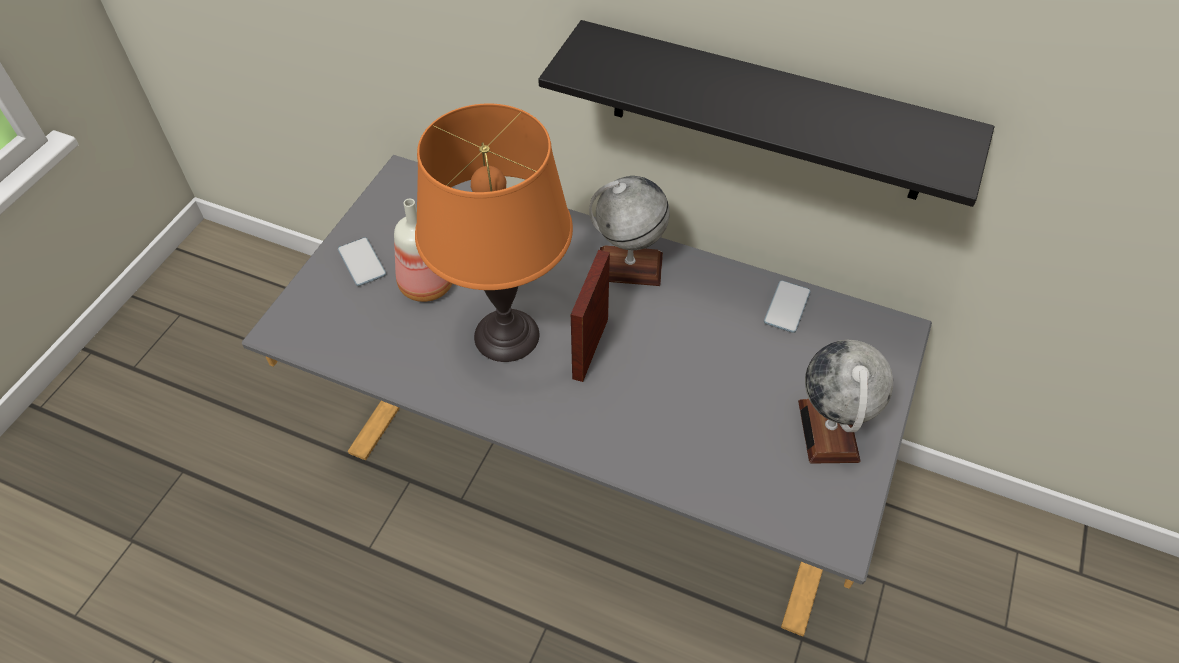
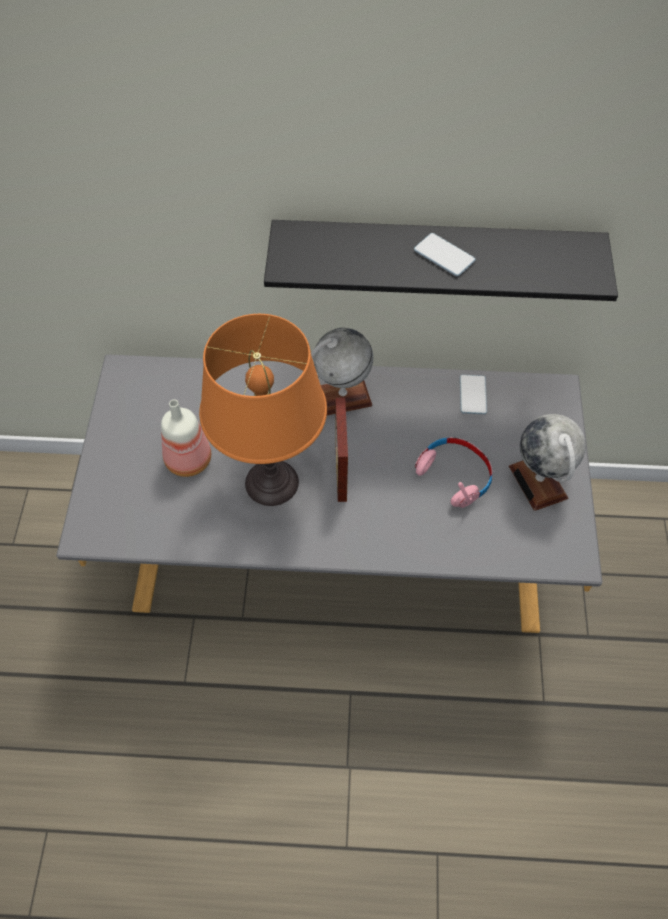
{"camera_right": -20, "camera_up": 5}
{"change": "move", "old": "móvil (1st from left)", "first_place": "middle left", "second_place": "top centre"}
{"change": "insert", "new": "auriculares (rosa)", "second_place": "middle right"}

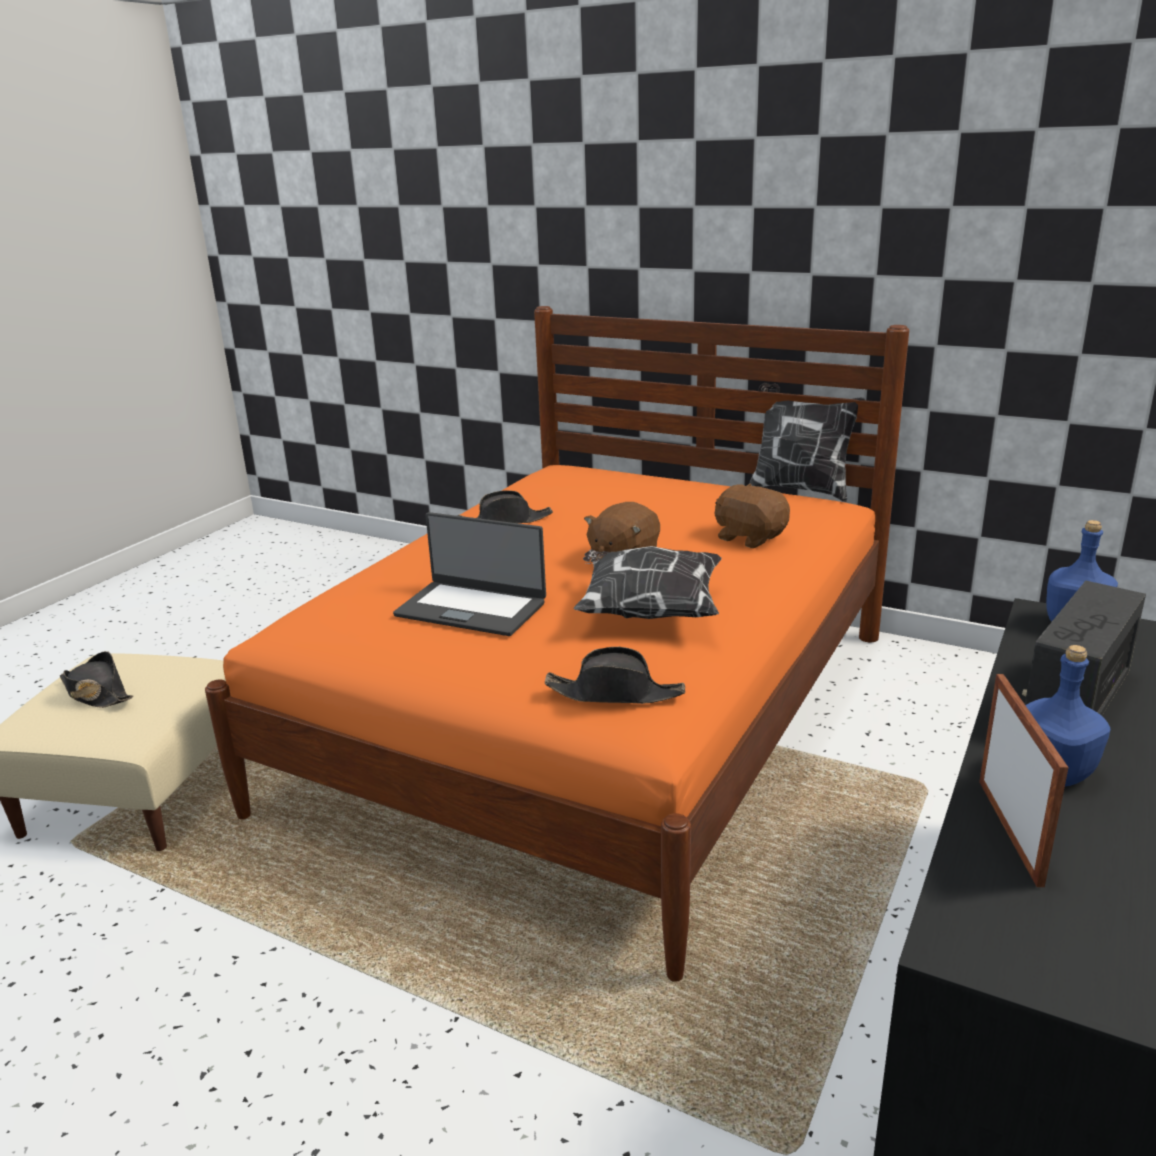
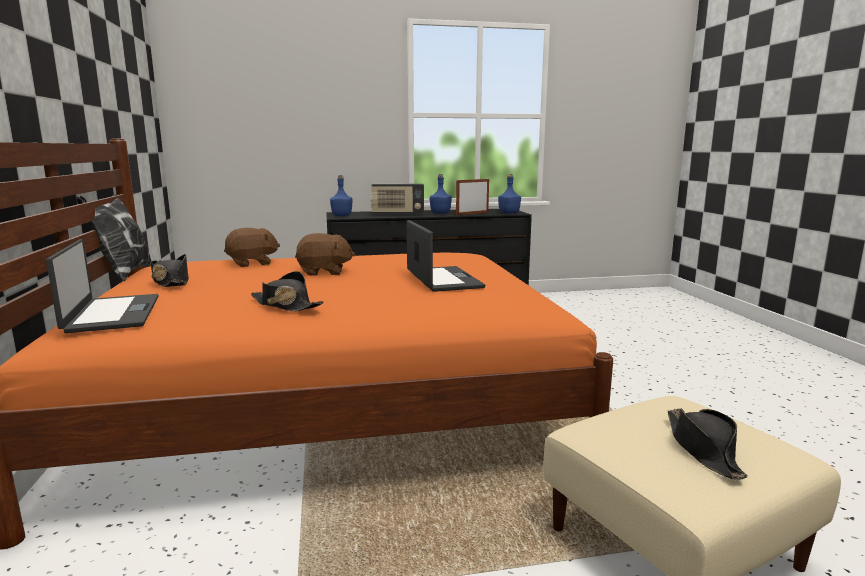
{"camera_right": -130, "camera_up": -10}
{"change": "move", "old": "sombrero (negro) (3rd from left in the first image)", "new": "sombrero (negro) (1st from left)", "first_place": "centre", "second_place": "middle left"}
{"change": "delete", "old": "cojín (1st from left)", "first_place": "centre"}
{"change": "rotate", "old": "peluche (marrón) (2nd from left in the first image)", "first_place": "centre", "second_place": "middle left", "degrees": -120}
{"change": "insert", "new": "portátil (1st from left)", "second_place": "middle left"}
{"change": "insert", "new": "botella (azul) (3rd from left)", "second_place": "centre"}

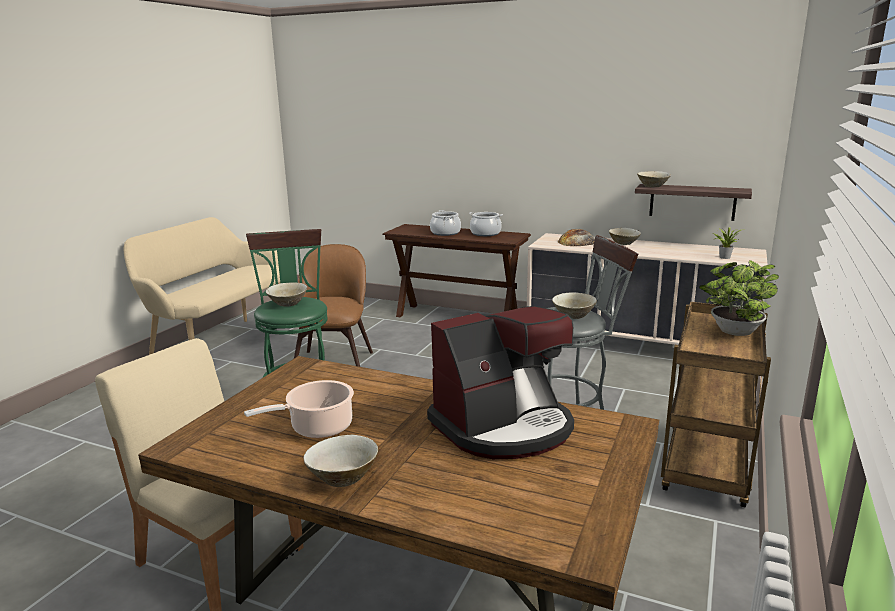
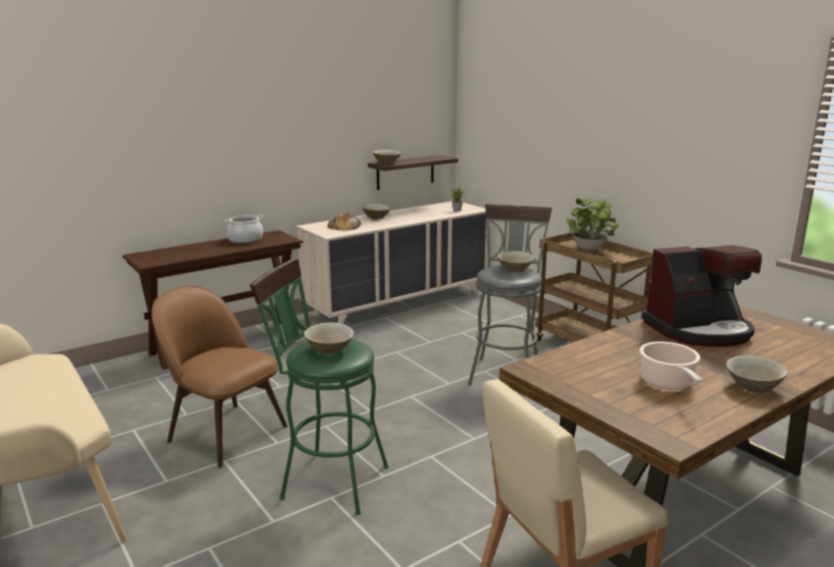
{"camera_right": -60, "camera_up": 0}
{"change": "rotate", "old": "cafetera", "first_place": "centre", "second_place": "middle right", "degrees": 75}
{"change": "delete", "old": "olla (2nd from left)", "first_place": "centre"}

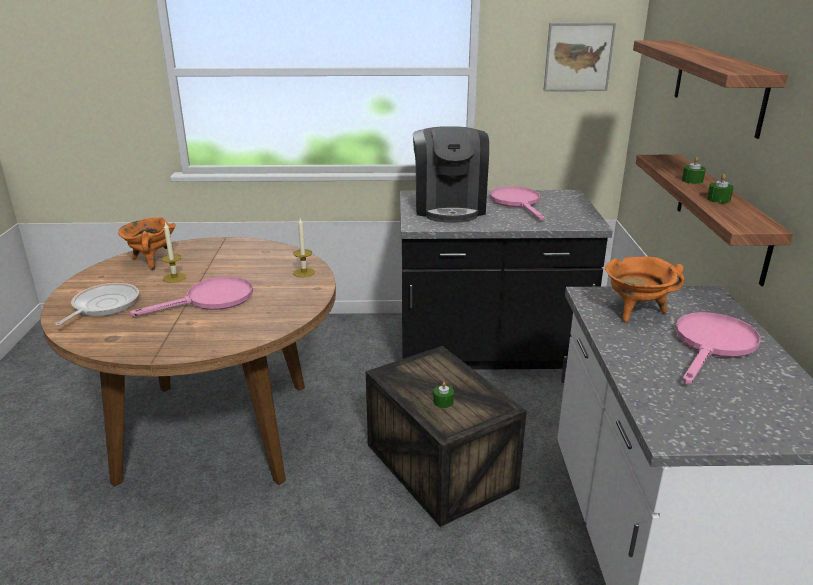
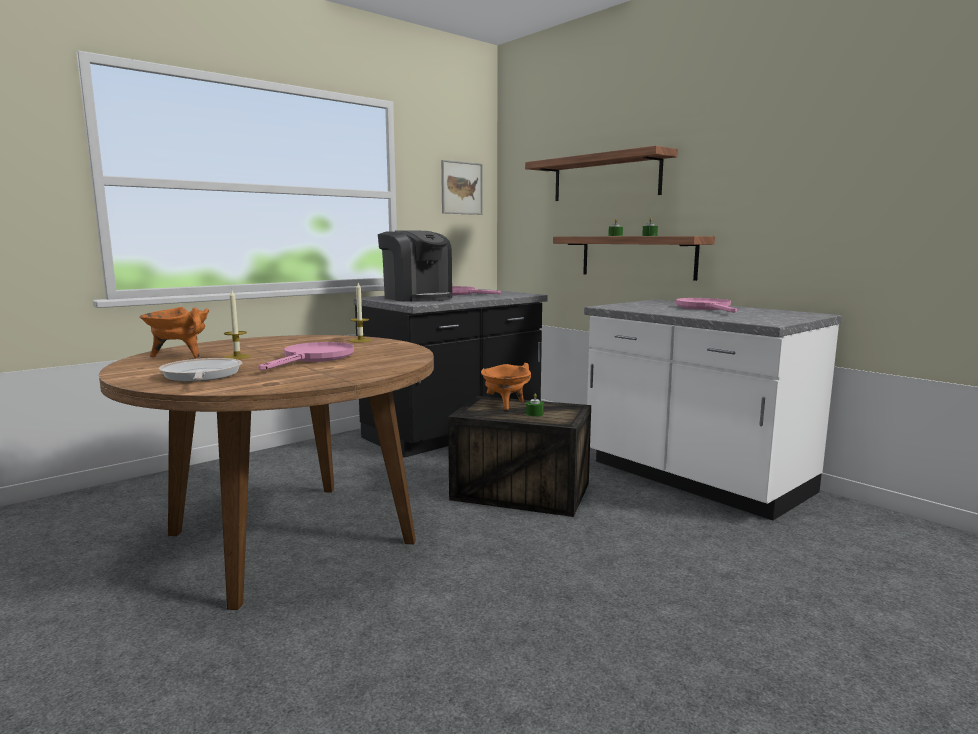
{"camera_right": -40, "camera_up": -15}
{"change": "move", "old": "olla (naranja) (2nd from left)", "first_place": "middle right", "second_place": "centre"}

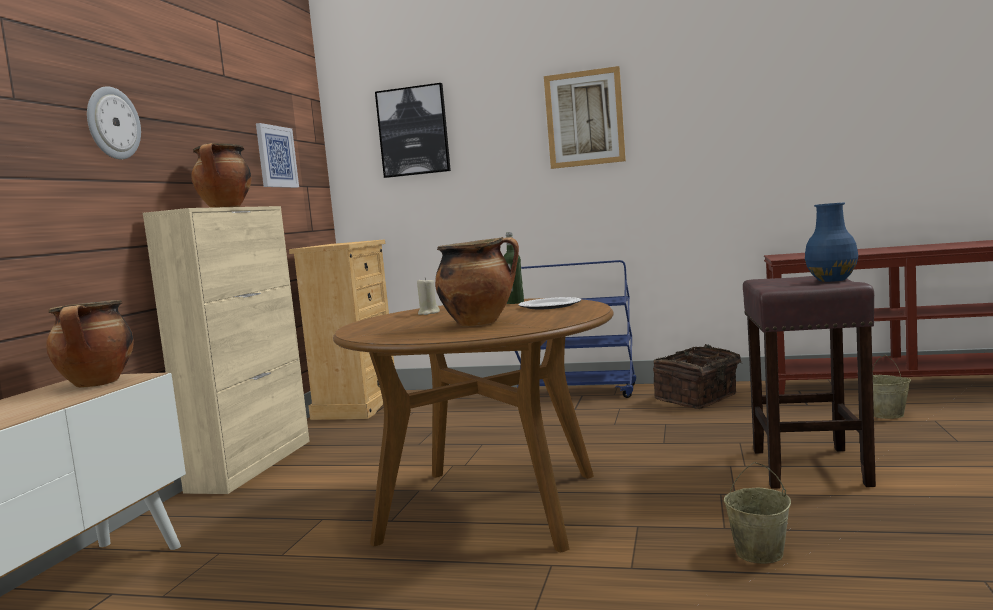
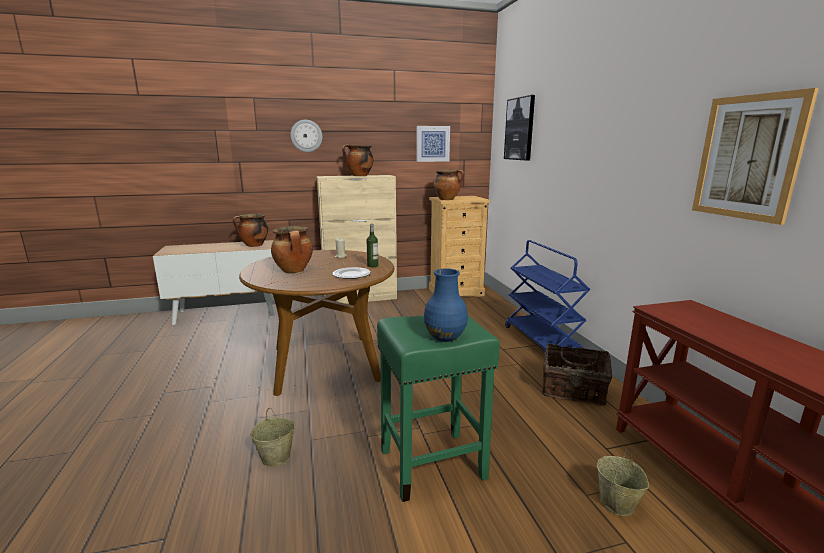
{"camera_right": 60, "camera_up": 10}
{"change": "move", "old": "cuadro (3rd from left)", "first_place": "top centre", "second_place": "top right"}
{"change": "recolor", "old": "taburete (marrón)", "new": "taburete (verde)", "first_place": "middle right", "second_place": "bottom centre"}
{"change": "insert", "new": "olla (4th from left)", "second_place": "centre"}

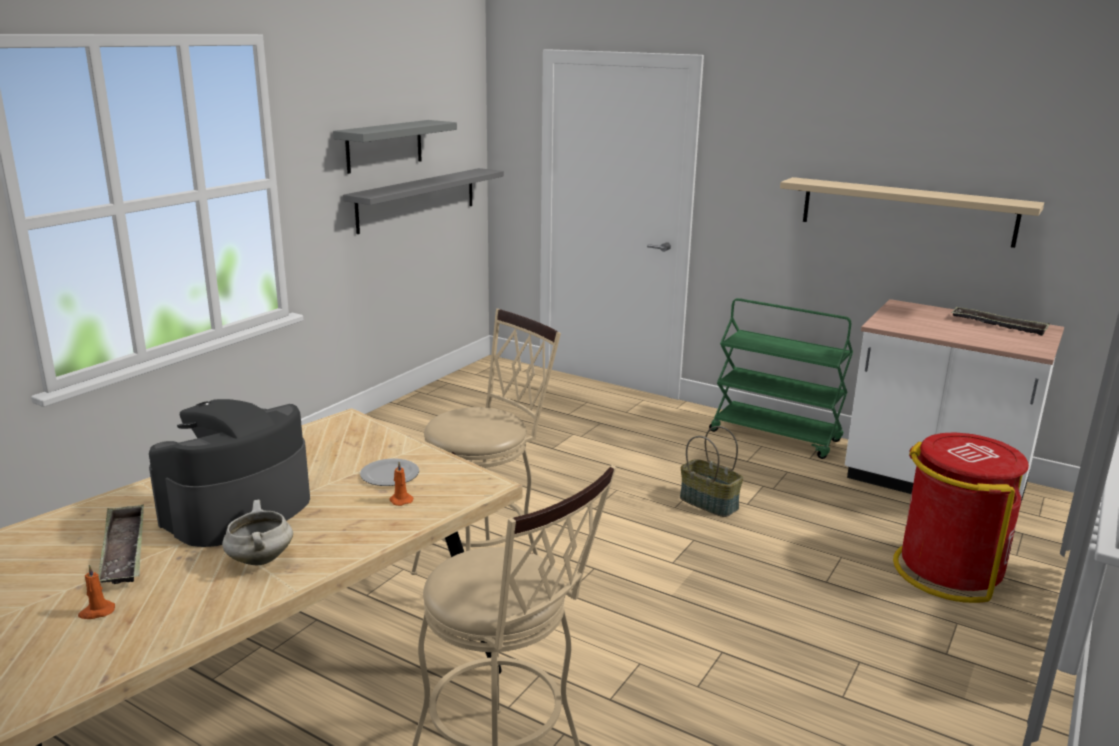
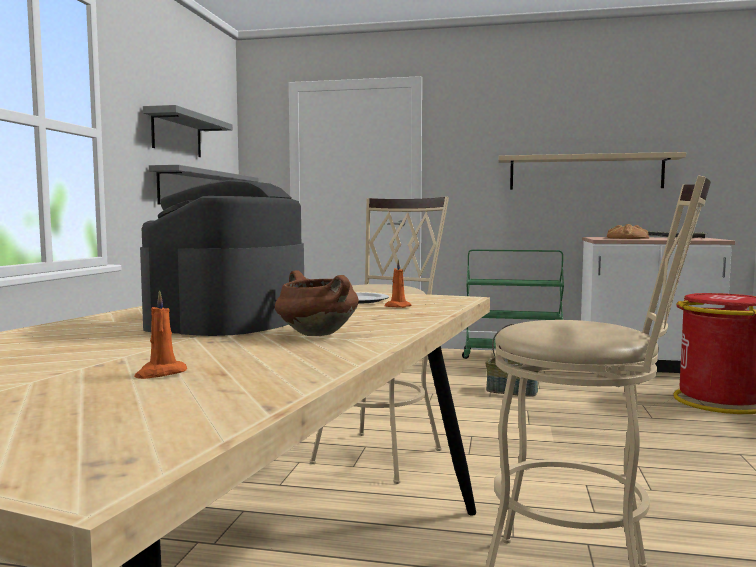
{"camera_right": -20, "camera_up": -15}
{"change": "delete", "old": "bandeja (1st from left)", "first_place": "bottom left"}
{"change": "recolor", "old": "olla (blanco)", "new": "olla (marrón)", "first_place": "bottom left", "second_place": "centre"}
{"change": "insert", "new": "pan", "second_place": "middle right"}

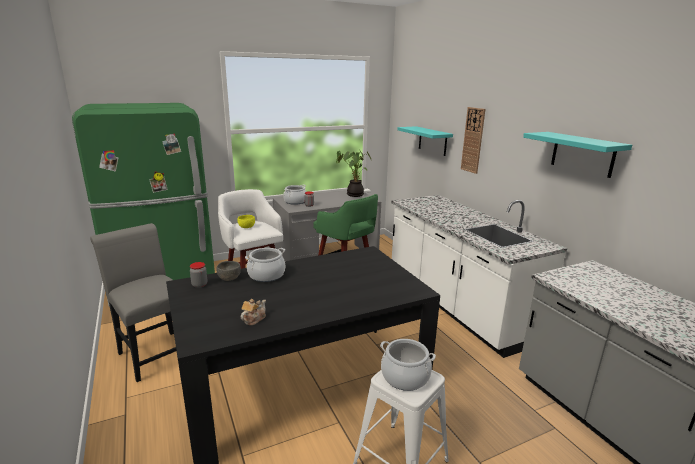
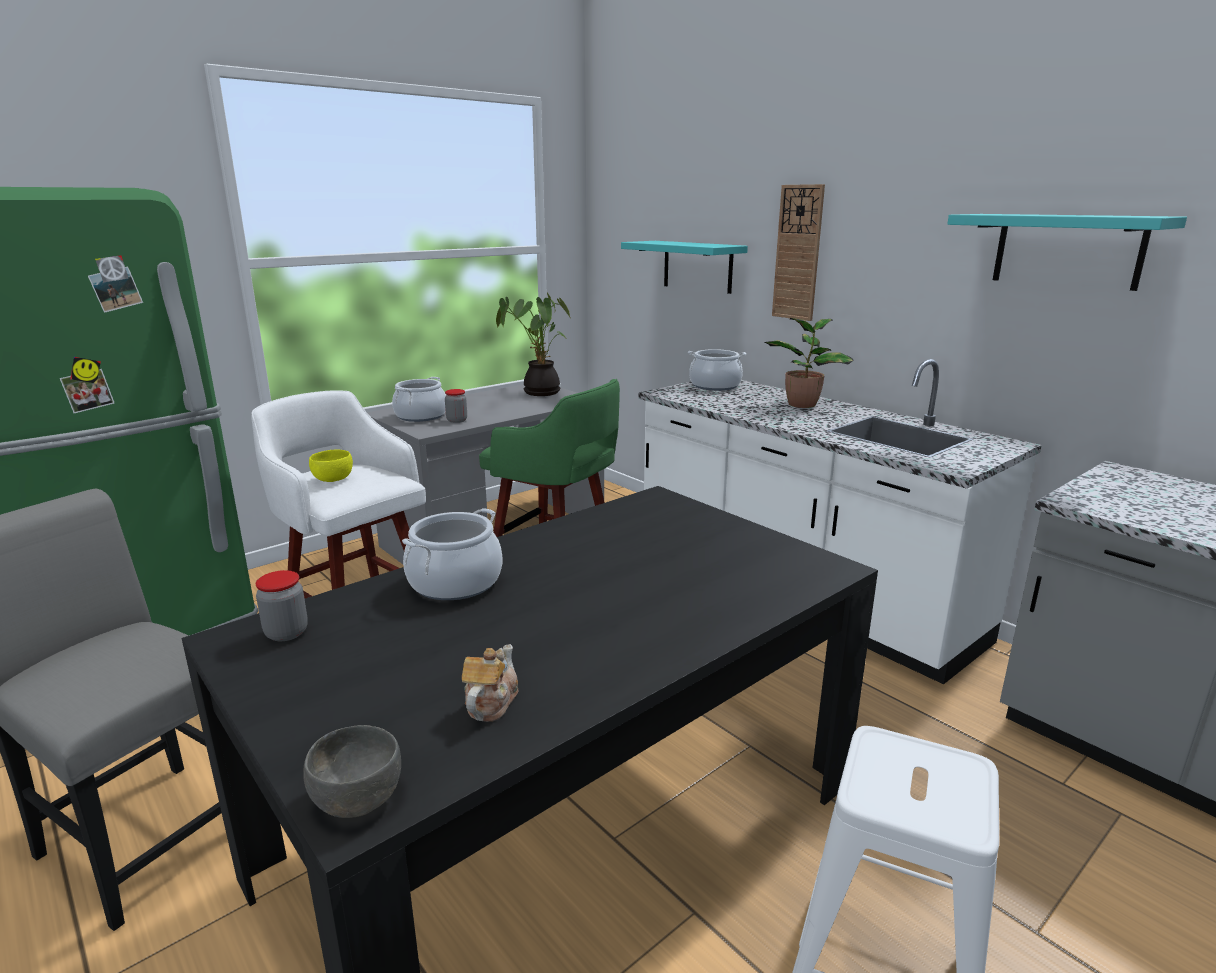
{"camera_right": -15, "camera_up": 0}
{"change": "move", "old": "cuenco (gris)", "first_place": "middle left", "second_place": "bottom left"}
{"change": "move", "old": "olla (3rd from left)", "first_place": "bottom centre", "second_place": "centre"}
{"change": "insert", "new": "planta en maceta (2nd from left)", "second_place": "centre"}

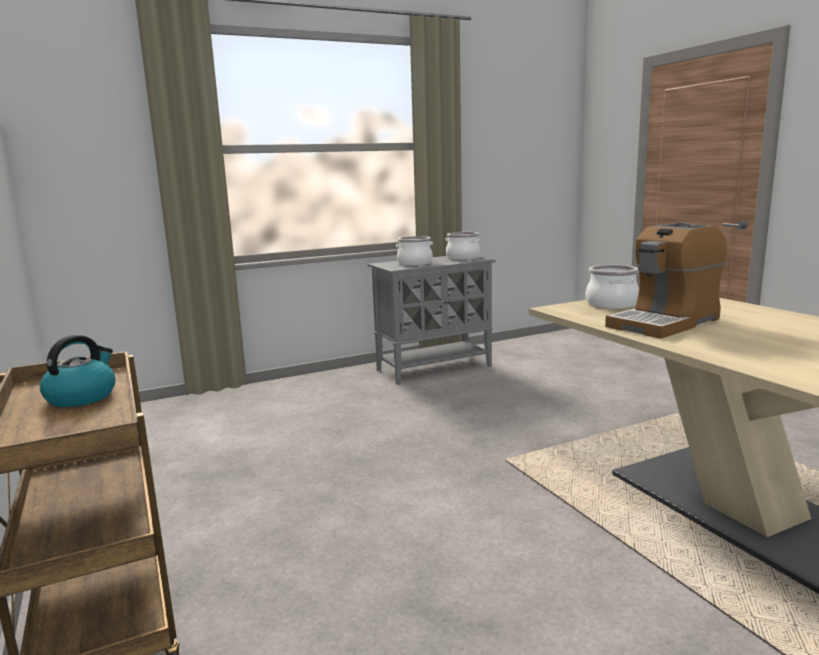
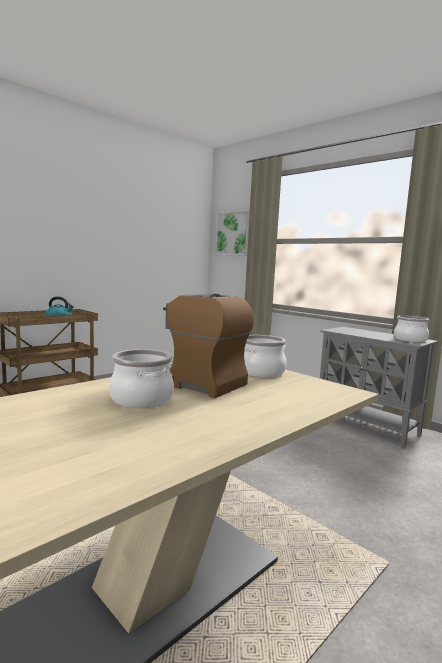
{"camera_right": 70, "camera_up": -5}
{"change": "move", "old": "olla (1st from left)", "first_place": "centre", "second_place": "middle left"}
{"change": "insert", "new": "cuadro", "second_place": "centre"}

